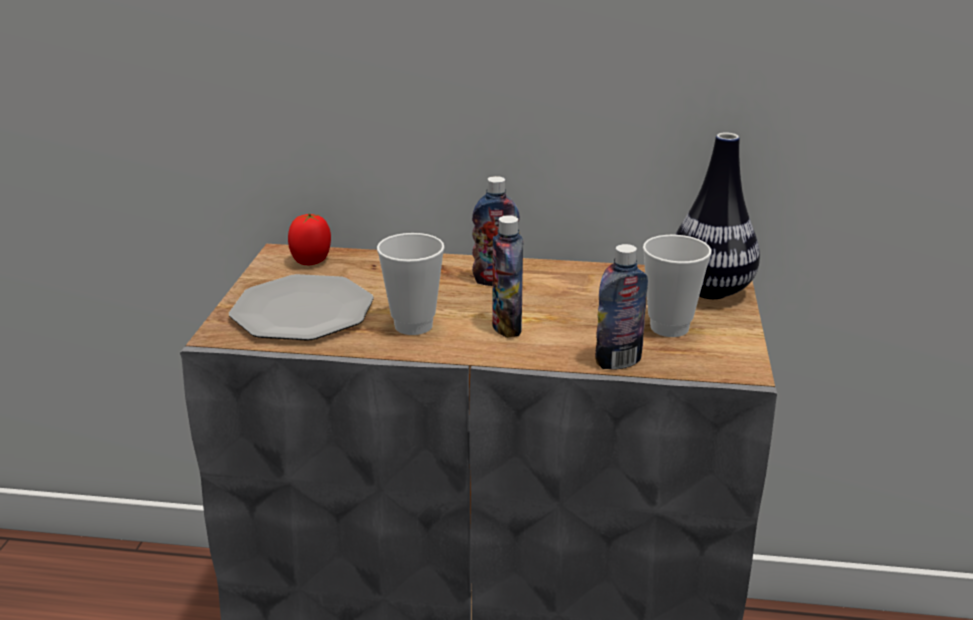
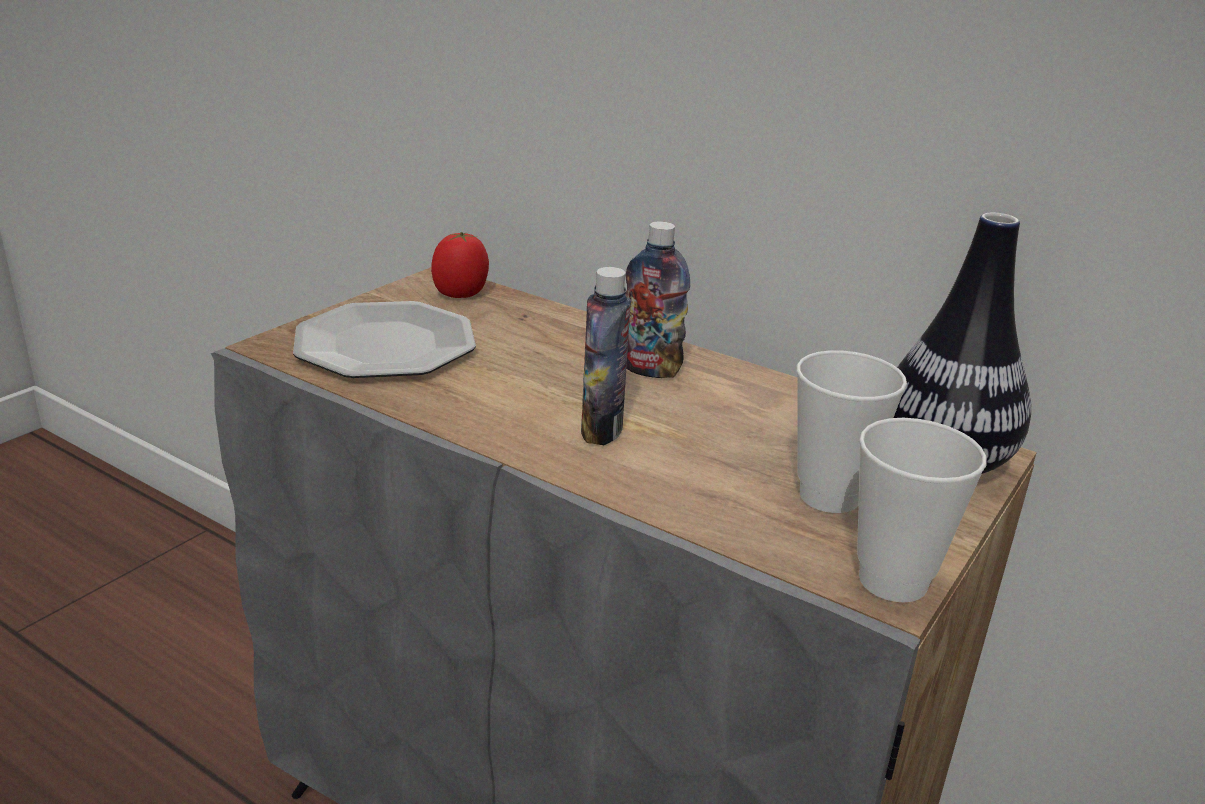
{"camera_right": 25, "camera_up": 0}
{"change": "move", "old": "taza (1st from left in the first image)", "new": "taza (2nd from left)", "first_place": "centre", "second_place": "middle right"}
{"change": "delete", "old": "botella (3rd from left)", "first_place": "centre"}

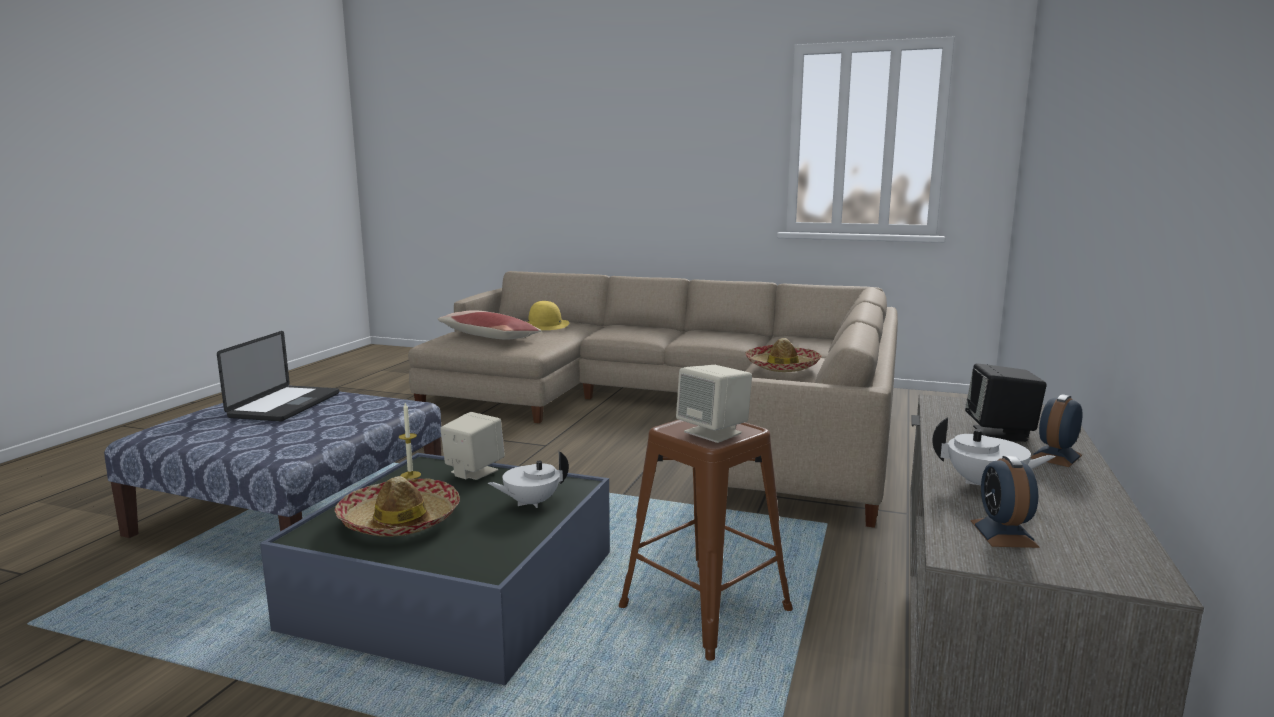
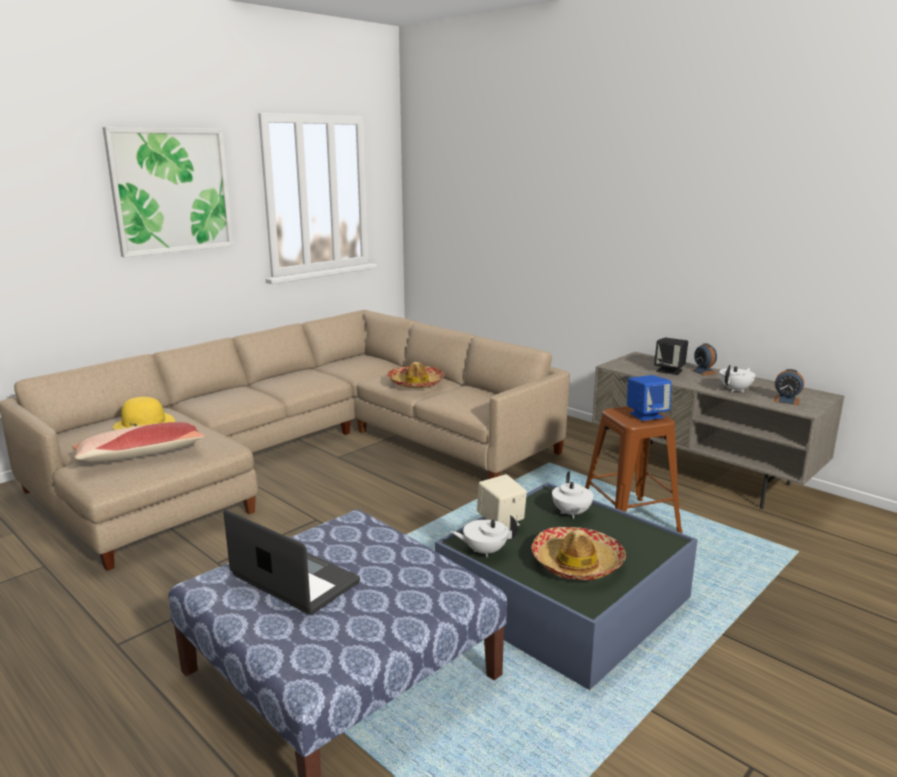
{"camera_right": -65, "camera_up": 5}
{"change": "replace", "old": "vela", "new": "tetera (blanco) (1st from left)", "first_place": "middle left", "second_place": "bottom centre"}
{"change": "recolor", "old": "altavoz (beis) (2nd from left)", "new": "altavoz (azul)", "first_place": "centre", "second_place": "middle right"}
{"change": "insert", "new": "cuadro", "second_place": "top left"}

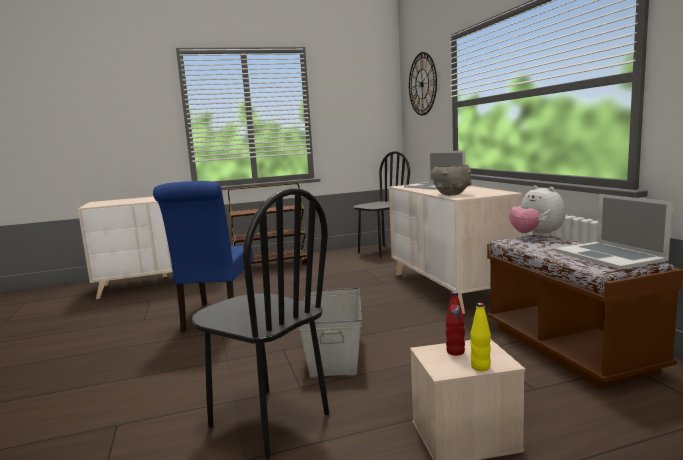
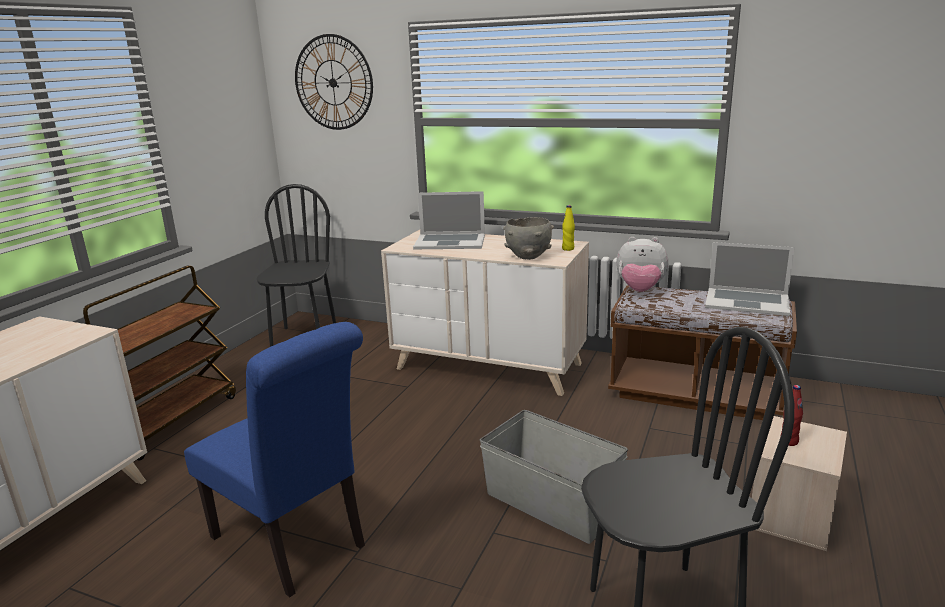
{"camera_right": -50, "camera_up": 10}
{"change": "move", "old": "botella (amarillo)", "first_place": "bottom right", "second_place": "centre"}

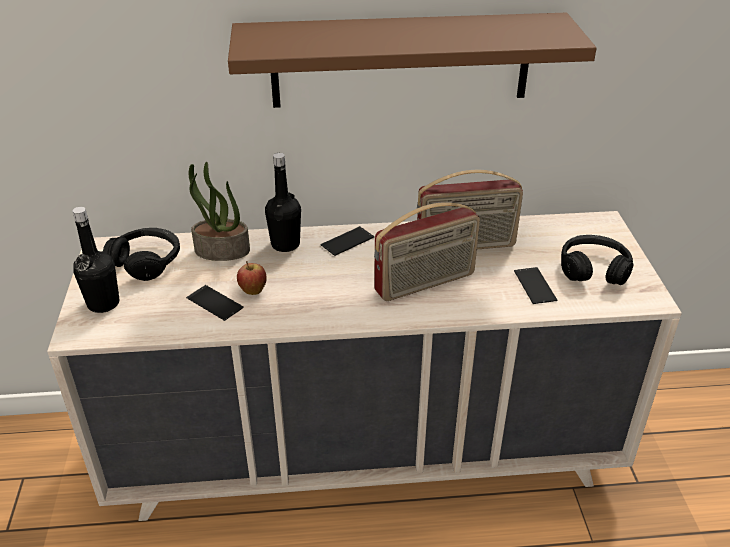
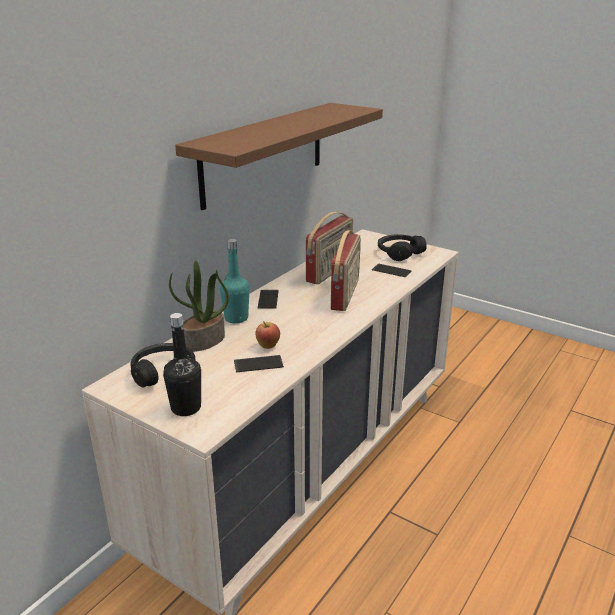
{"camera_right": -50, "camera_up": -10}
{"change": "recolor", "old": "botella (negro) (2nd from left)", "new": "botella (turquesa)", "first_place": "centre", "second_place": "centre"}

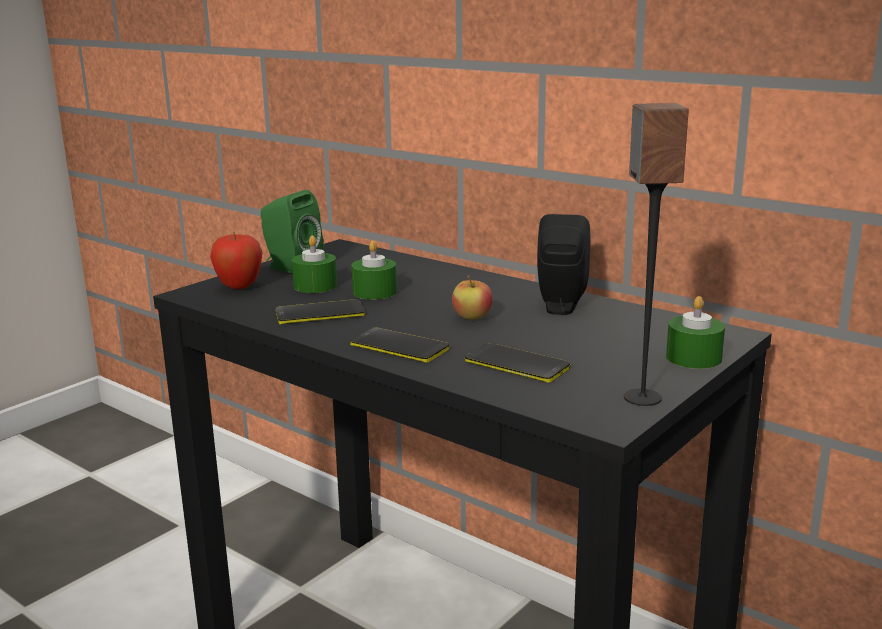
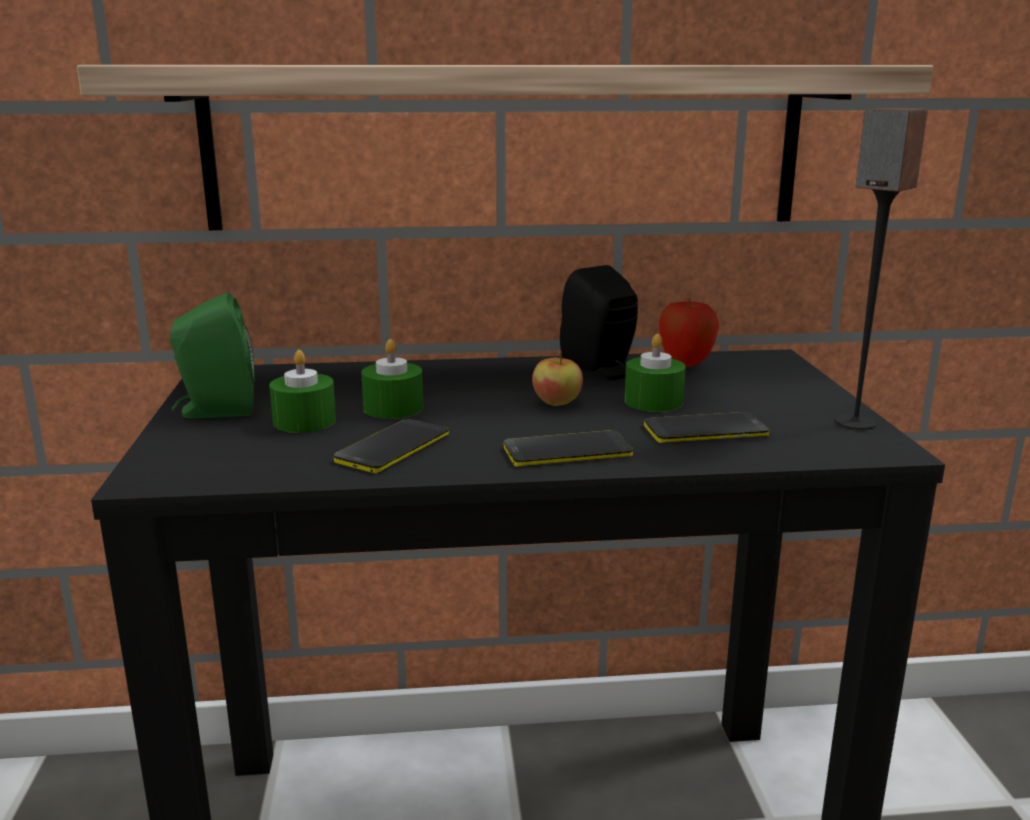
{"camera_right": -45, "camera_up": 0}
{"change": "move", "old": "manzana (1st from left in the first image)", "new": "manzana (2nd from left)", "first_place": "middle left", "second_place": "middle right"}
{"change": "move", "old": "vela (verde) (3rd from left)", "first_place": "middle right", "second_place": "centre"}
{"change": "insert", "new": "estante", "second_place": "top centre"}

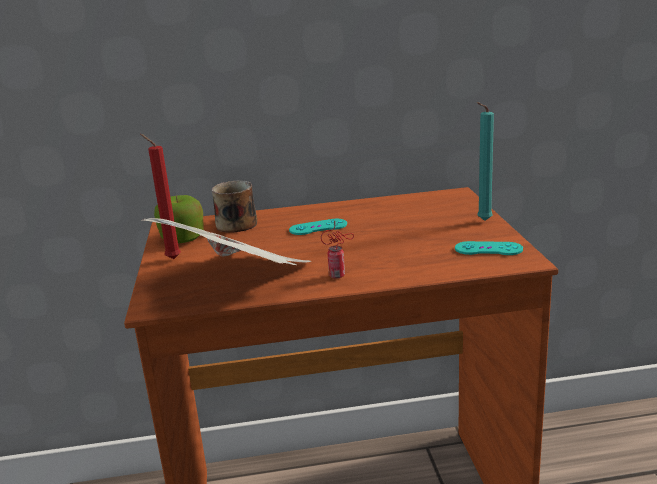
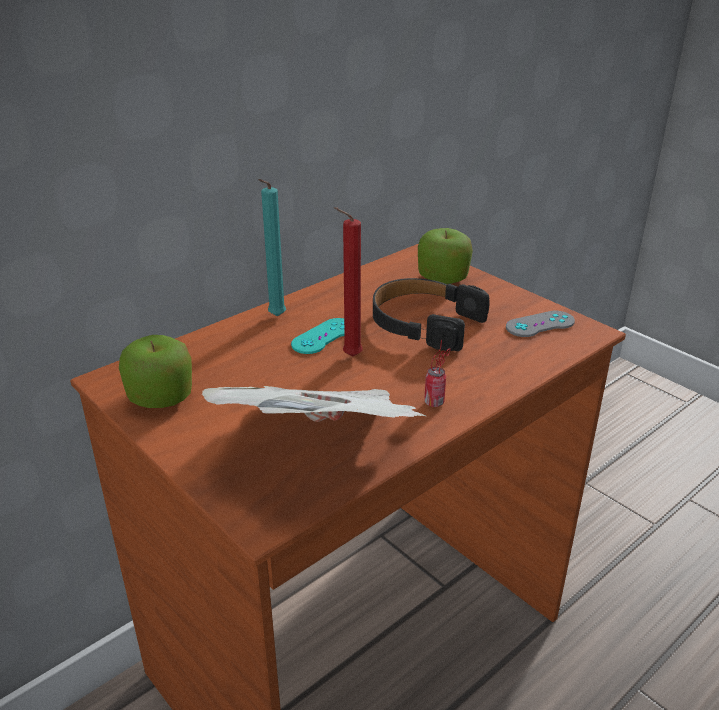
{"camera_right": -35, "camera_up": 10}
{"change": "move", "old": "vela (rojo)", "first_place": "middle left", "second_place": "centre"}
{"change": "delete", "old": "taza grande", "first_place": "centre"}
{"change": "recolor", "old": "mando de consola (turquesa) (2nd from left)", "new": "mando de consola (gris)", "first_place": "middle right", "second_place": "middle right"}
{"change": "move", "old": "vela (turquesa)", "first_place": "top right", "second_place": "centre"}
{"change": "insert", "new": "auriculares (negro)", "second_place": "centre"}
{"change": "insert", "new": "manzana (2nd from left)", "second_place": "centre"}

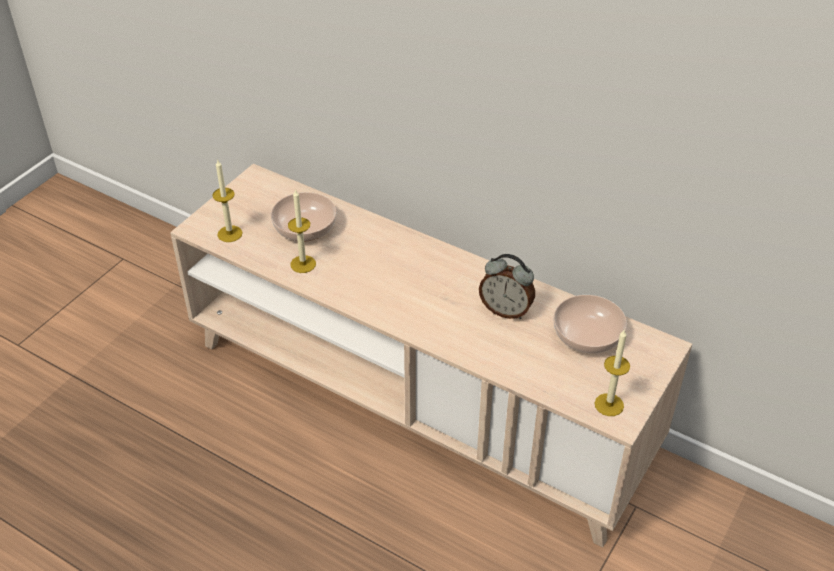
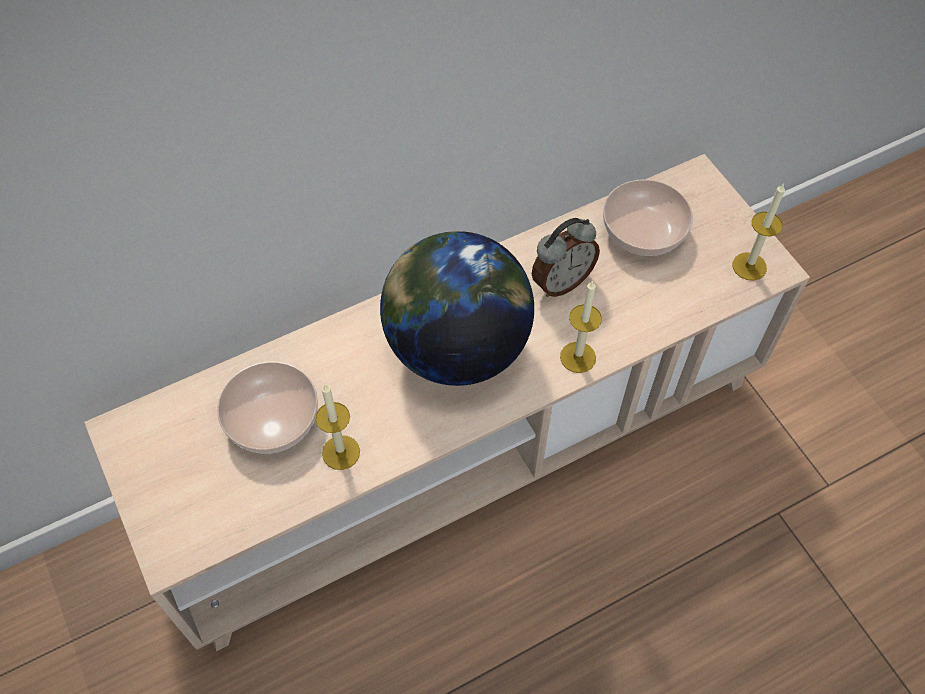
{"camera_right": -60, "camera_up": 15}
{"change": "move", "old": "vela (1st from left in the first image)", "new": "vela (2nd from left)", "first_place": "middle left", "second_place": "centre"}
{"change": "insert", "new": "globo terráqueo", "second_place": "centre"}

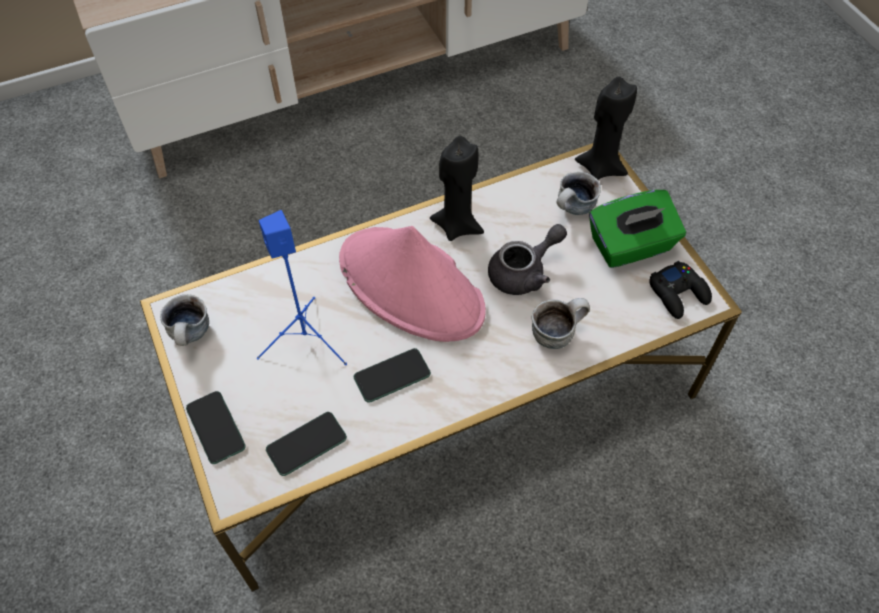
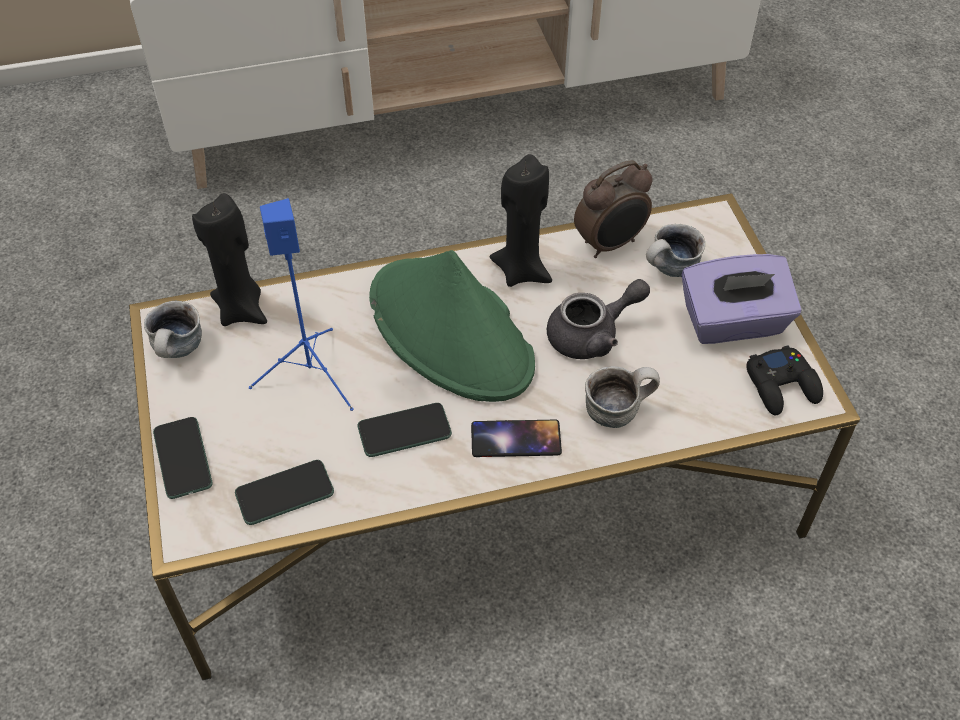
{"camera_right": 10, "camera_up": -5}
{"change": "recolor", "old": "sombrero (rosa)", "new": "sombrero (verde)", "first_place": "centre", "second_place": "centre"}
{"change": "move", "old": "vela (negro) (2nd from left in the first image)", "new": "vela (negro) (1st from left)", "first_place": "top right", "second_place": "middle left"}
{"change": "recolor", "old": "caja de pañuelos (verde)", "new": "caja de pañuelos (morado)", "first_place": "middle right", "second_place": "middle right"}
{"change": "insert", "new": "móvil (4th from left)", "second_place": "centre"}
{"change": "insert", "new": "despertador", "second_place": "top centre"}

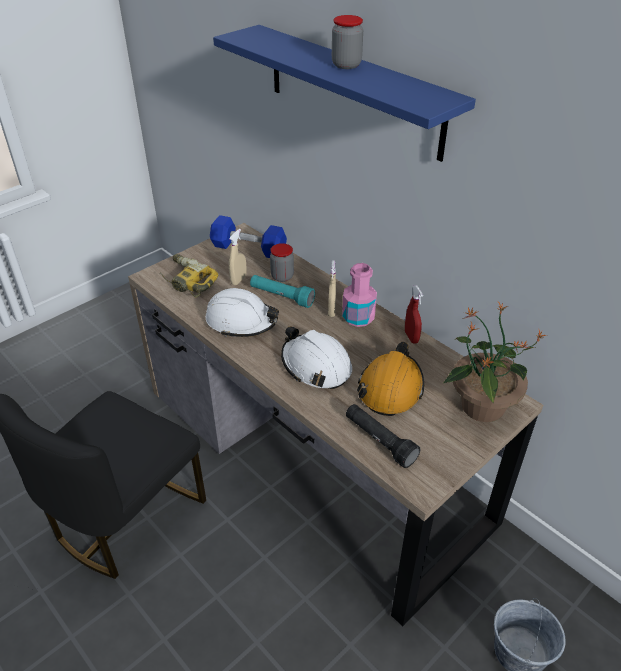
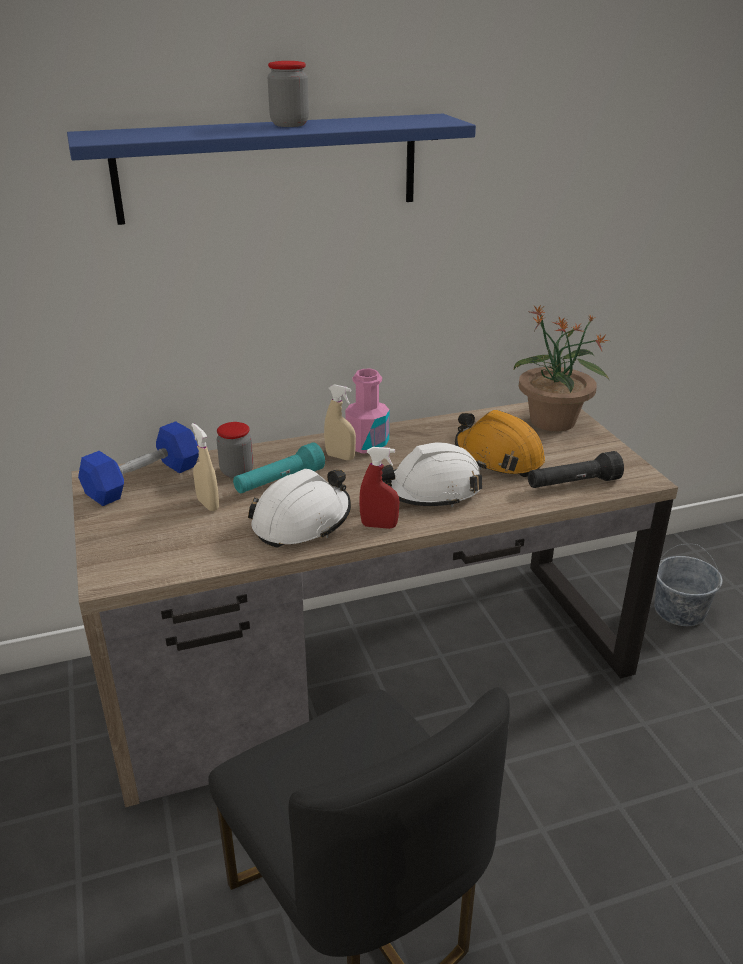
{"camera_right": -65, "camera_up": -10}
{"change": "delete", "old": "taladro", "first_place": "middle left"}
{"change": "move", "old": "pulverizador (rojo)", "first_place": "middle right", "second_place": "centre"}

